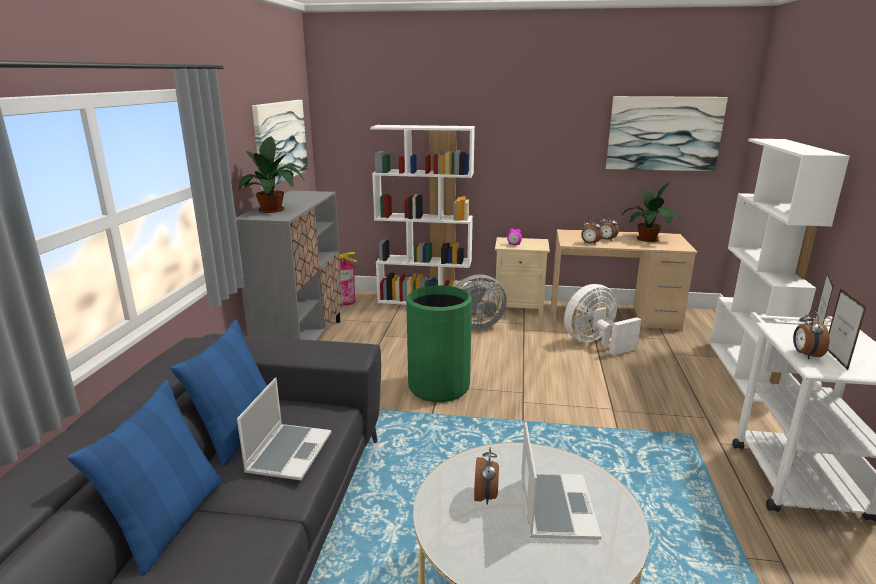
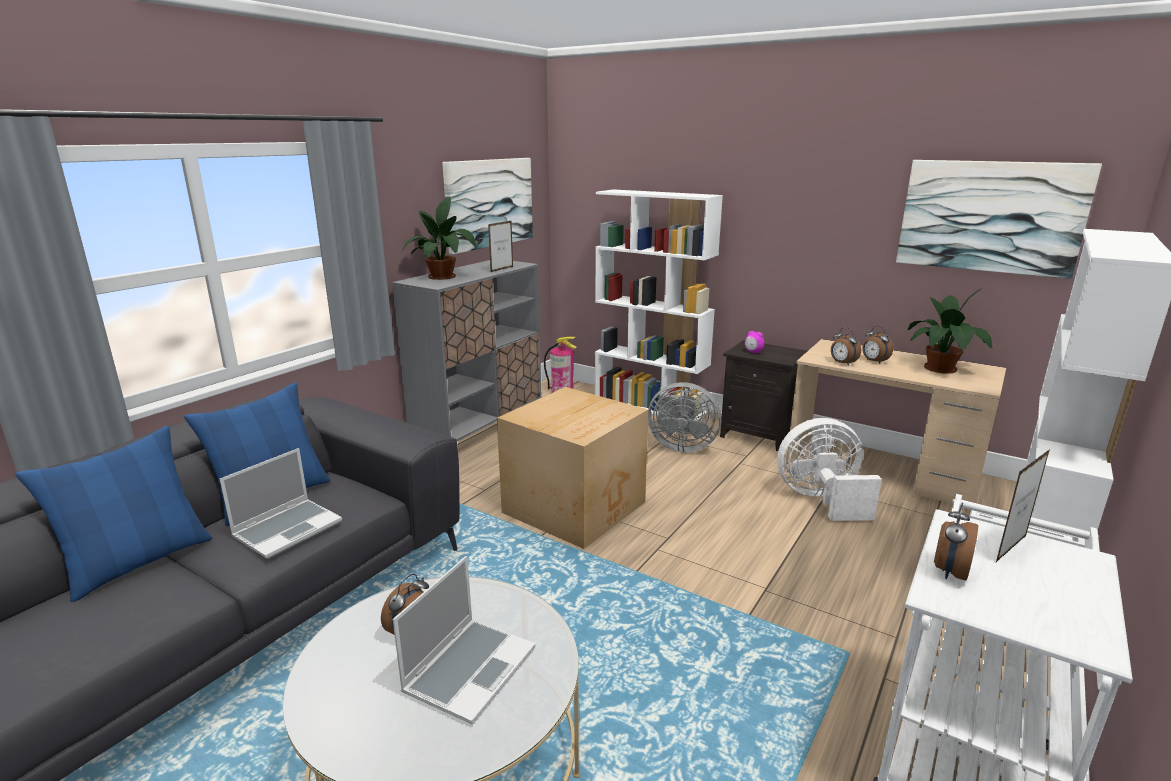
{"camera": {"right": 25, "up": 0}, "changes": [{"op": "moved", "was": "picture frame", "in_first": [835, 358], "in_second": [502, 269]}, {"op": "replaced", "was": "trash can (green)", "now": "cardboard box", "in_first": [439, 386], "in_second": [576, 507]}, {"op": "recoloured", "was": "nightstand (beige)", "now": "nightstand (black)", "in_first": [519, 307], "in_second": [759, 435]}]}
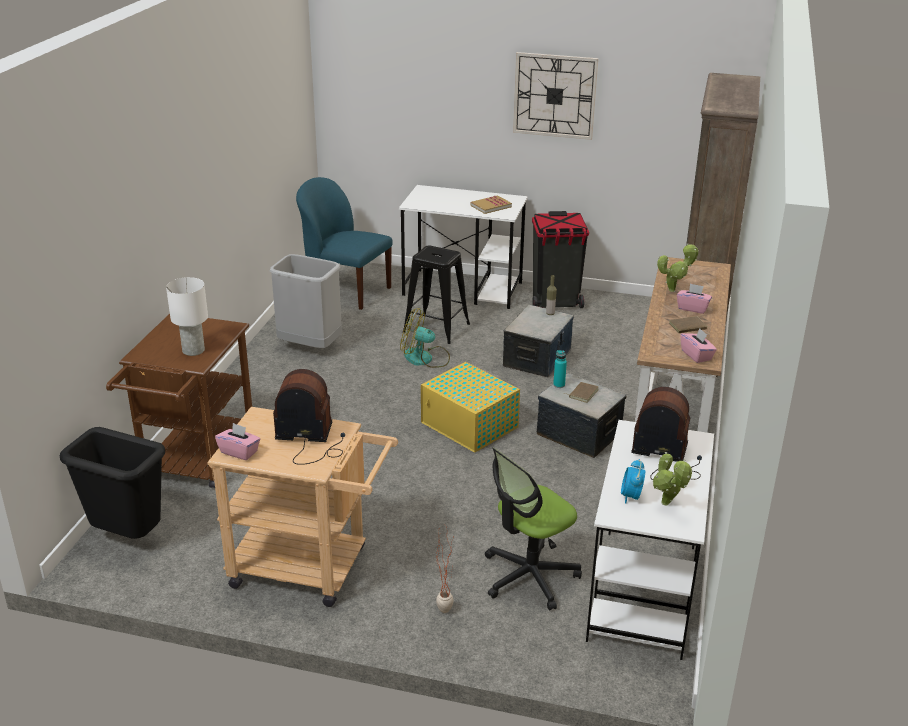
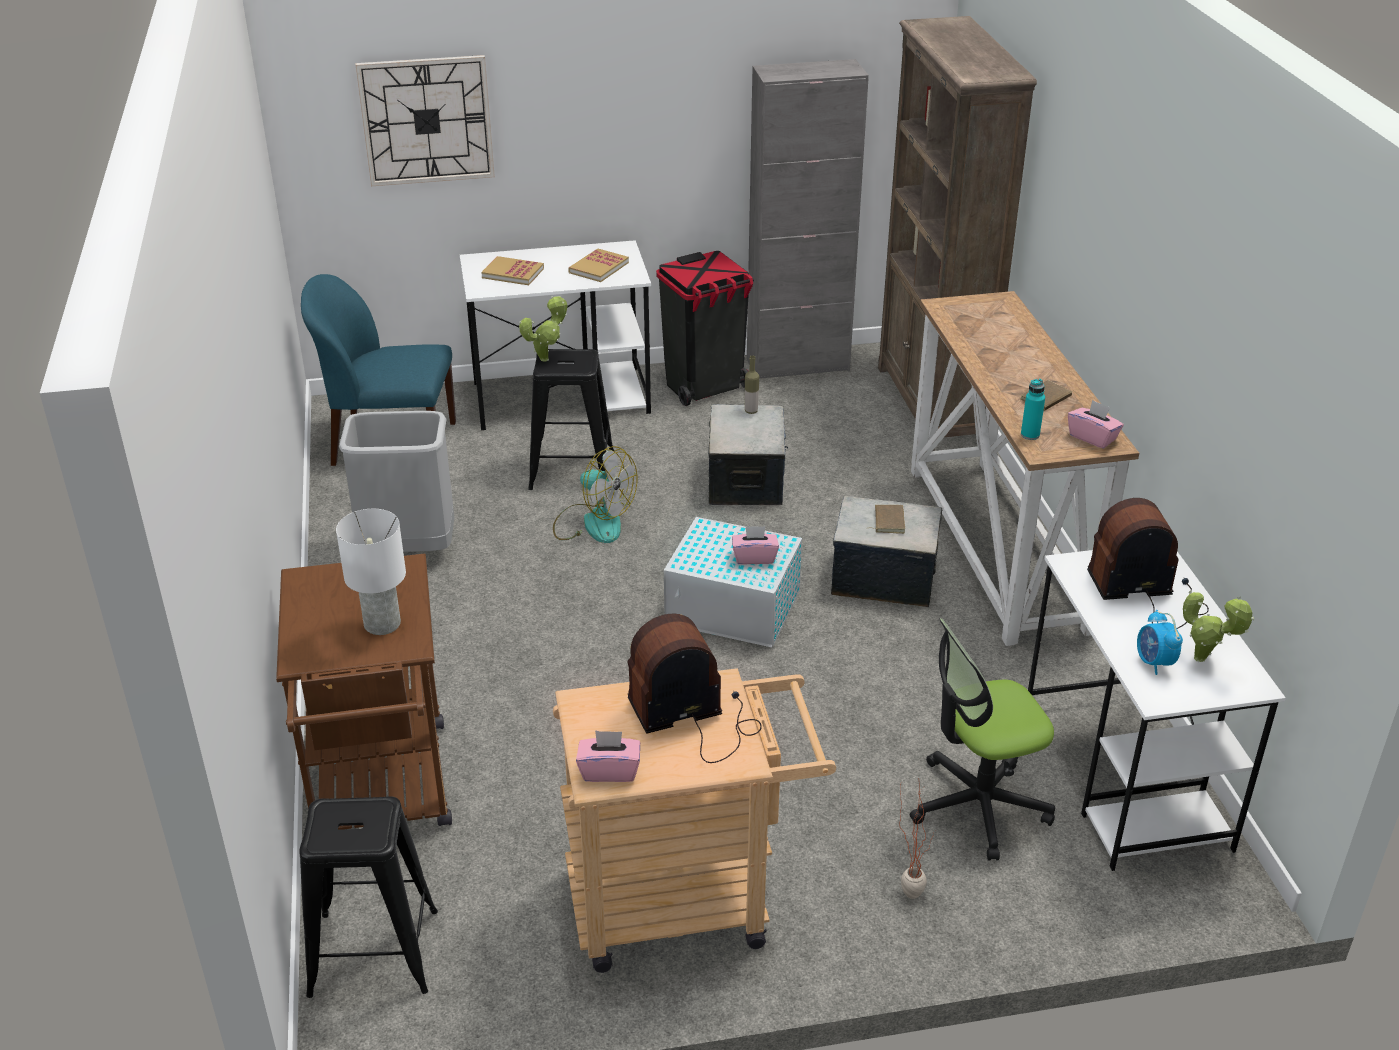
{"camera": {"right": -25, "up": 5}, "changes": [{"op": "added", "now": "book", "in_second": [513, 273]}, {"op": "added", "now": "cabinet (grey)", "in_second": [798, 365]}, {"op": "moved", "was": "wall clock", "in_first": [555, 95], "in_second": [426, 120]}, {"op": "moved", "was": "bottle (turquoise)", "in_first": [559, 385], "in_second": [1030, 435]}, {"op": "moved", "was": "potted plant", "in_first": [674, 290], "in_second": [547, 358]}, {"op": "moved", "was": "tissue box (pink)", "in_first": [692, 308], "in_second": [754, 557]}, {"op": "replaced", "was": "trash can (black)", "now": "stool (black)", "in_first": [127, 537], "in_second": [375, 952]}, {"op": "recoloured", "was": "storage box (yellow)", "now": "storage box (white)", "in_first": [470, 425], "in_second": [734, 608]}, {"op": "turned", "was": "fan", "in_first": [425, 358], "in_second": [593, 523], "clockwise": -135}, {"op": "turned", "was": "office chair", "in_first": [529, 576], "in_second": [978, 805], "clockwise": 45}]}
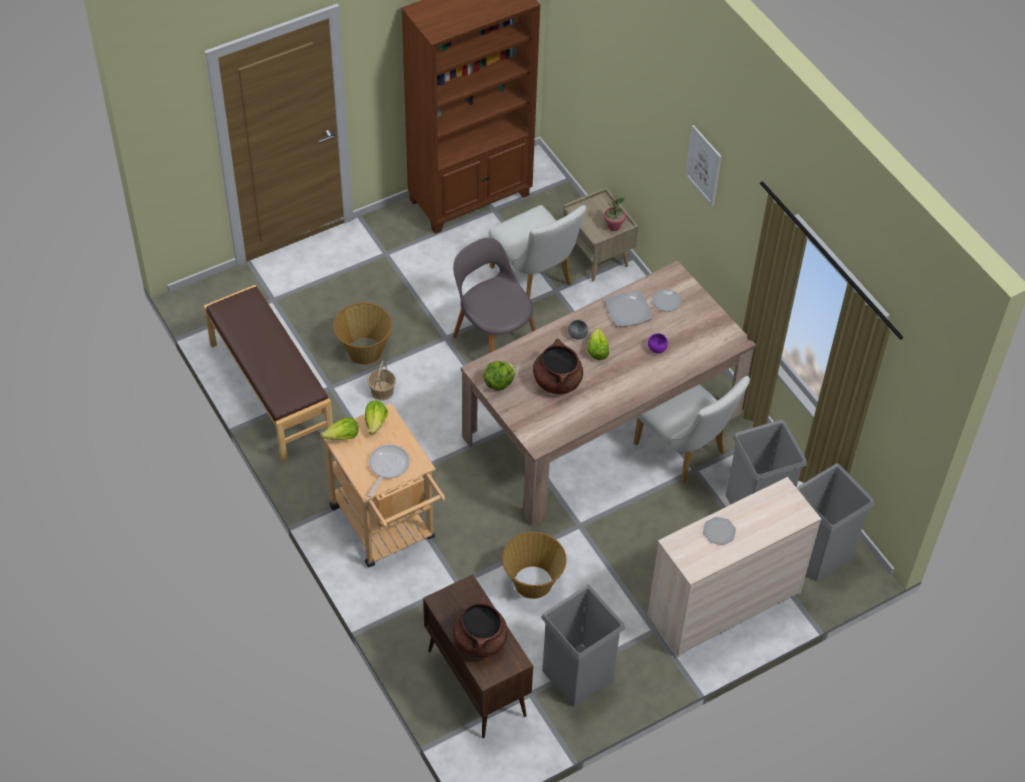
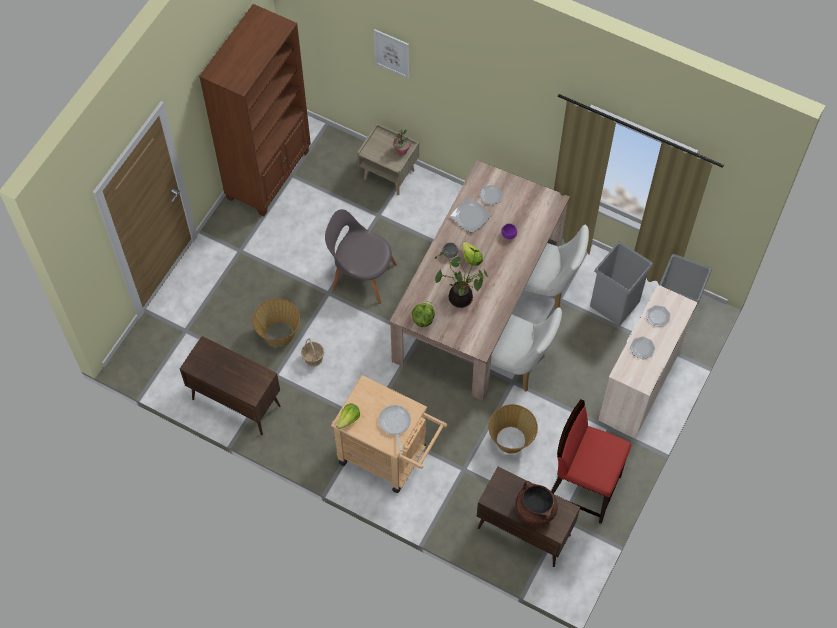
{"camera": {"right": -30, "up": 10}, "changes": [{"op": "removed", "was": "lettuce", "in_first": [376, 423]}, {"op": "added", "now": "plate", "in_second": [657, 316]}, {"op": "moved", "was": "chair (white)", "in_first": [535, 279], "in_second": [516, 365]}, {"op": "moved", "was": "picture", "in_first": [703, 165], "in_second": [392, 53]}, {"op": "replaced", "was": "bench (brown)", "now": "cabinet (brown)", "in_first": [270, 391], "in_second": [235, 402]}, {"op": "replaced", "was": "cooking pot (brown)", "now": "potted plant", "in_first": [557, 381], "in_second": [460, 296]}, {"op": "replaced", "was": "trash can (grey)", "now": "stool (red)", "in_first": [578, 674], "in_second": [583, 487]}]}
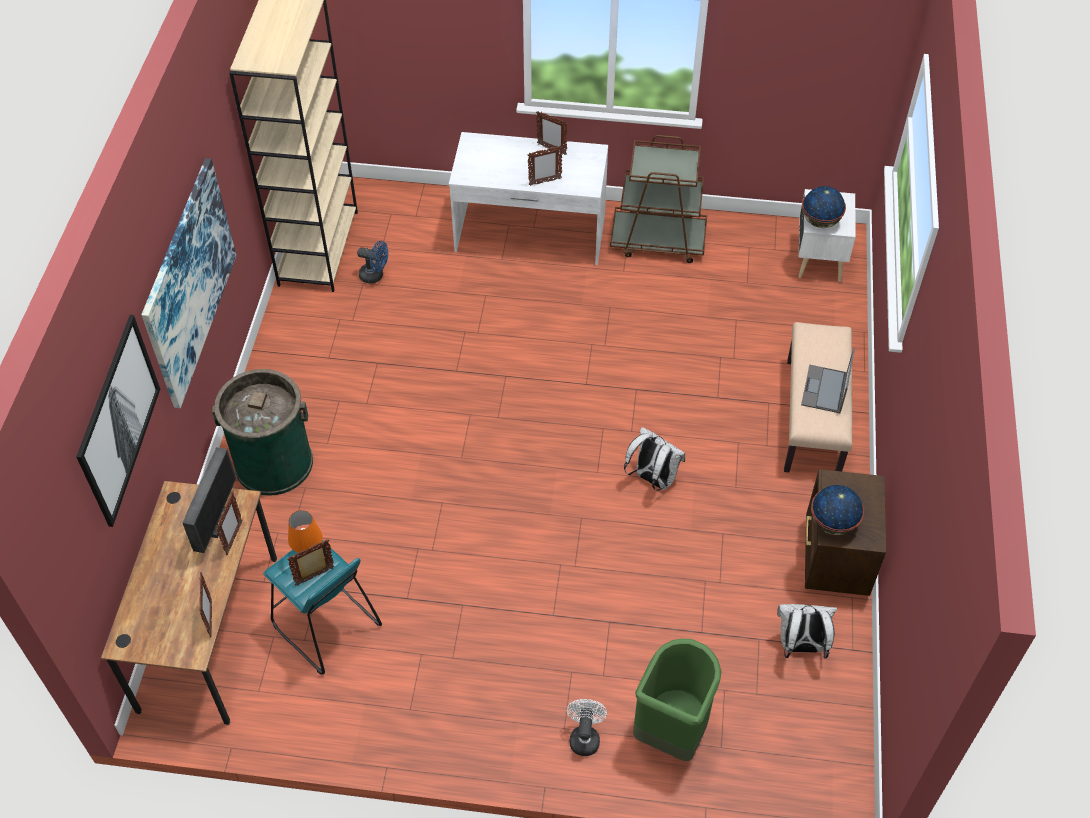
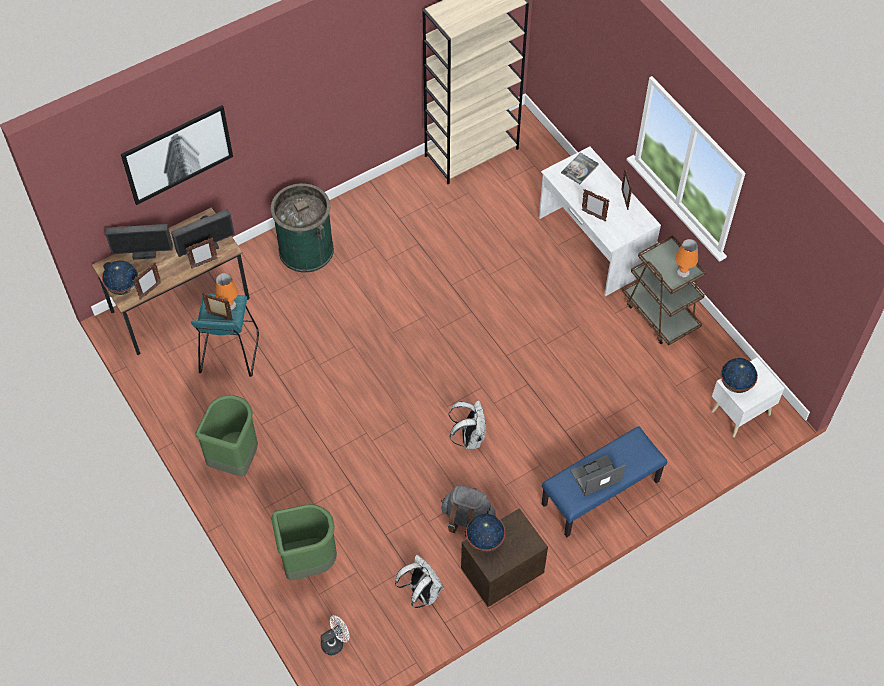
{"camera": {"right": 50, "up": 5}, "changes": [{"op": "removed", "was": "picture", "in_first": [188, 282]}, {"op": "removed", "was": "fan (blue)", "in_first": [375, 276]}, {"op": "added", "now": "globe", "in_second": [123, 287]}, {"op": "added", "now": "monitor", "in_second": [144, 255]}, {"op": "added", "now": "trash can (green)", "in_second": [235, 459]}, {"op": "added", "now": "backpack (grey)", "in_second": [467, 518]}, {"op": "added", "now": "book", "in_second": [580, 169]}, {"op": "added", "now": "table lamp (orange)", "in_second": [683, 272]}, {"op": "moved", "was": "fan (white)", "in_first": [584, 736], "in_second": [335, 642]}, {"op": "recoloured", "was": "bench (beige)", "now": "bench (blue)", "in_first": [813, 418], "in_second": [600, 493]}]}
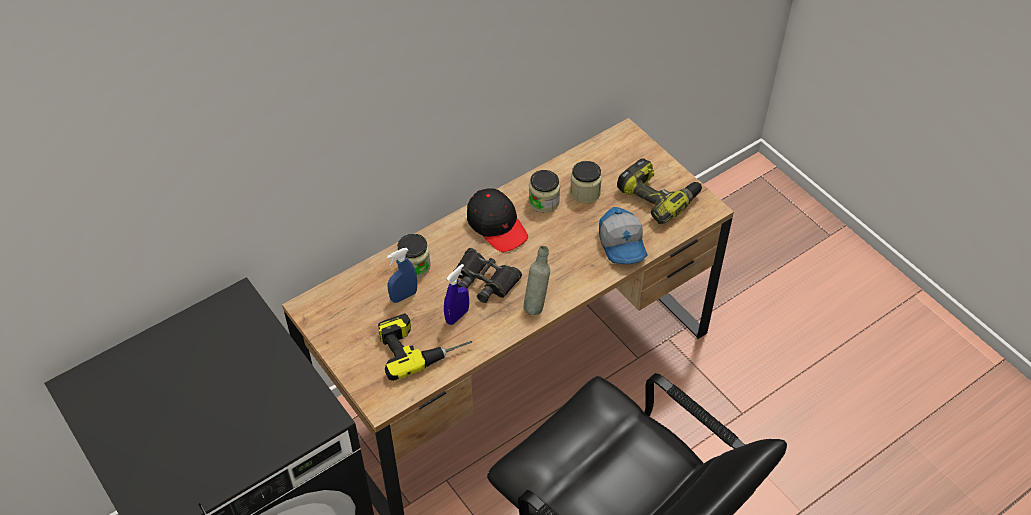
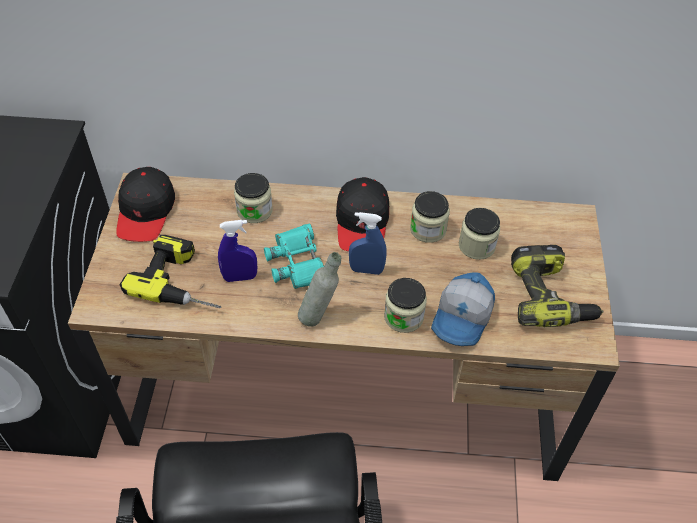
{"camera": {"right": 40, "up": 0}, "changes": [{"op": "added", "now": "cap (black)", "in_second": [146, 212]}, {"op": "added", "now": "jar", "in_second": [403, 317]}, {"op": "moved", "was": "spray bottle (blue)", "in_first": [403, 296], "in_second": [366, 270]}, {"op": "recoloured", "was": "binoculars (black)", "now": "binoculars (turquoise)", "in_first": [484, 280], "in_second": [298, 262]}]}
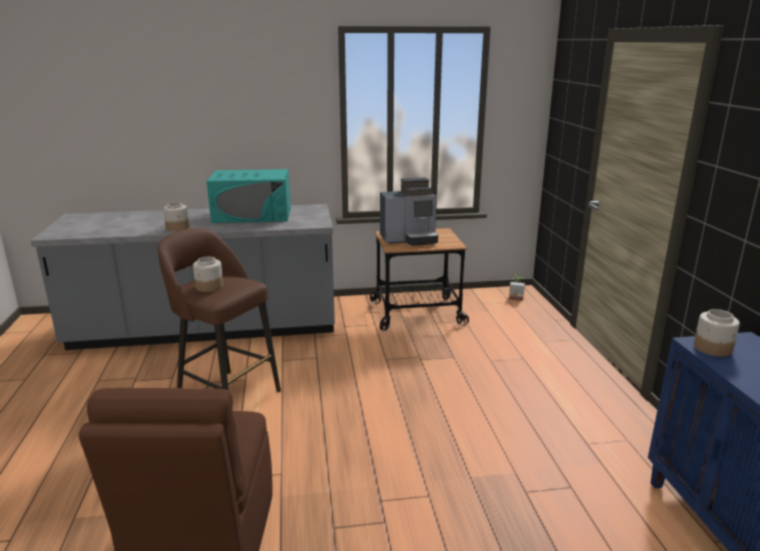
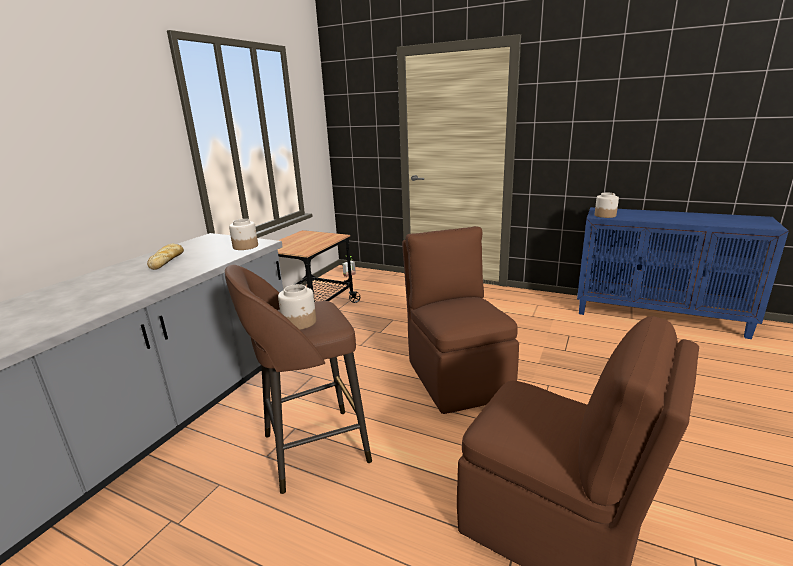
{"camera": {"right": -55, "up": 0}, "changes": [{"op": "removed", "was": "coffee machine", "in_first": [410, 239]}, {"op": "added", "now": "chair (brown)", "in_second": [457, 377]}, {"op": "moved", "was": "jar", "in_first": [177, 227], "in_second": [246, 246]}, {"op": "replaced", "was": "microwave (turquoise)", "now": "bread", "in_first": [252, 215], "in_second": [167, 260]}]}
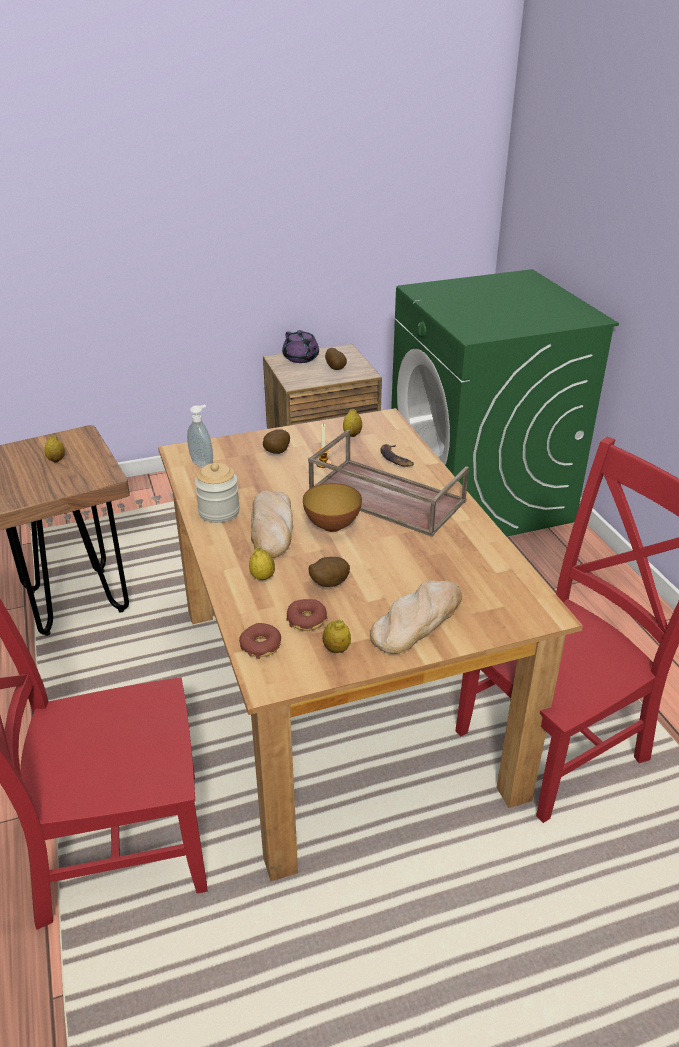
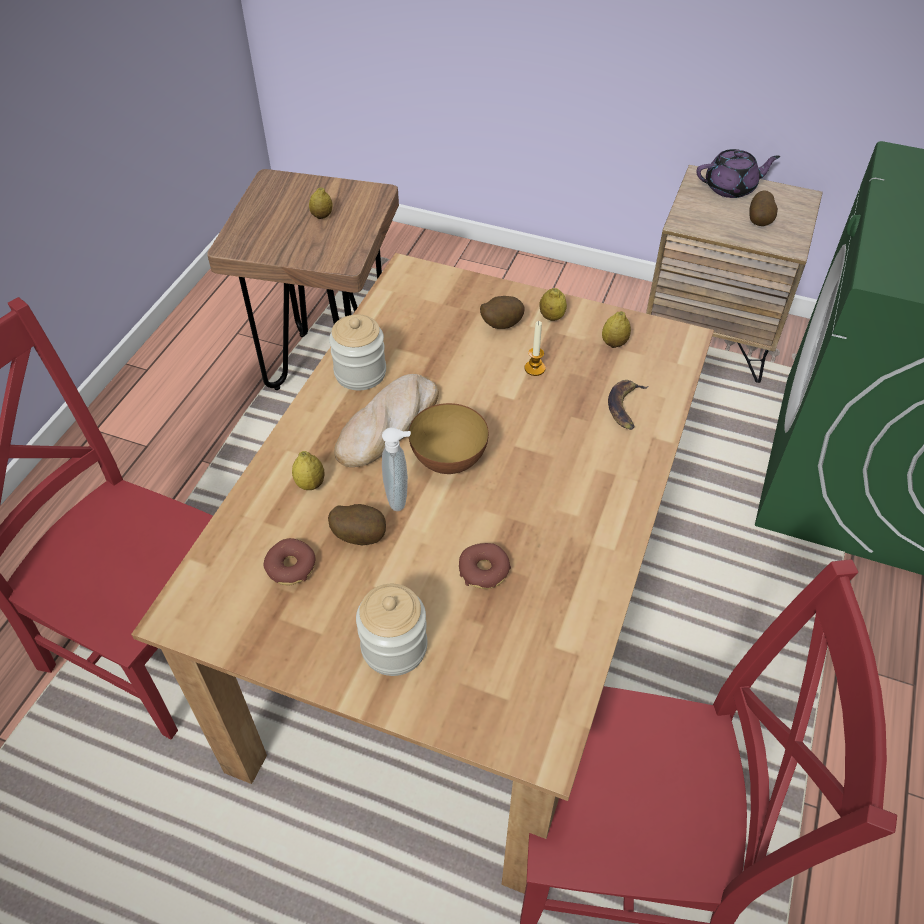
{"camera": {"right": 40, "up": 15}, "changes": [{"op": "removed", "was": "tray (brown)", "in_first": [384, 497]}, {"op": "moved", "was": "soap dispenser", "in_first": [203, 463], "in_second": [399, 497]}, {"op": "moved", "was": "donut", "in_first": [261, 645], "in_second": [484, 570]}, {"op": "moved", "was": "lemon", "in_first": [336, 649], "in_second": [551, 317]}, {"op": "replaced", "was": "bread", "now": "jar", "in_first": [417, 620], "in_second": [394, 647]}, {"op": "turned", "was": "teapot (purple)", "in_first": [301, 358], "in_second": [731, 188], "clockwise": -105}]}
